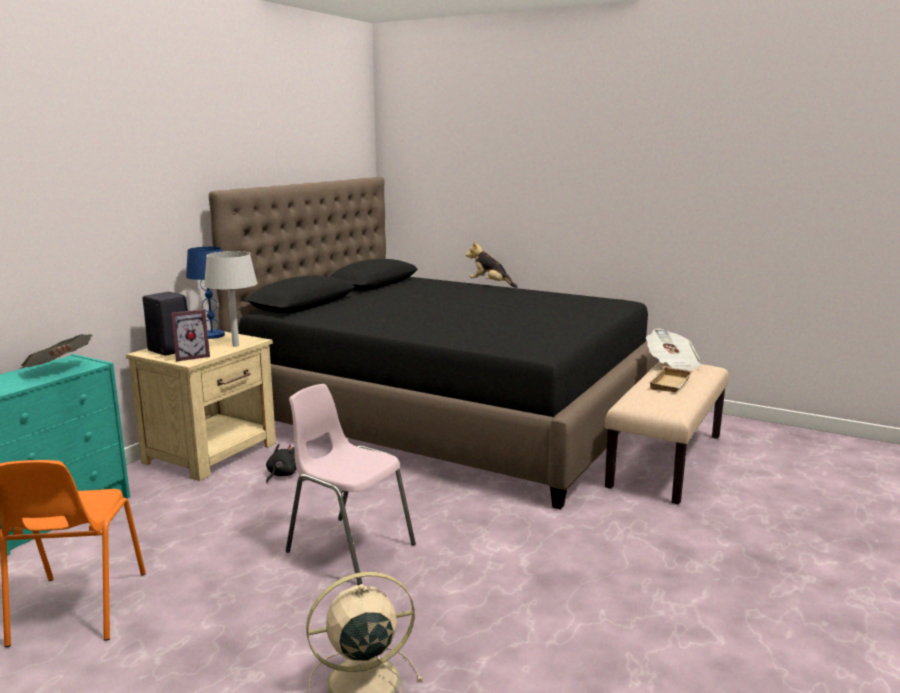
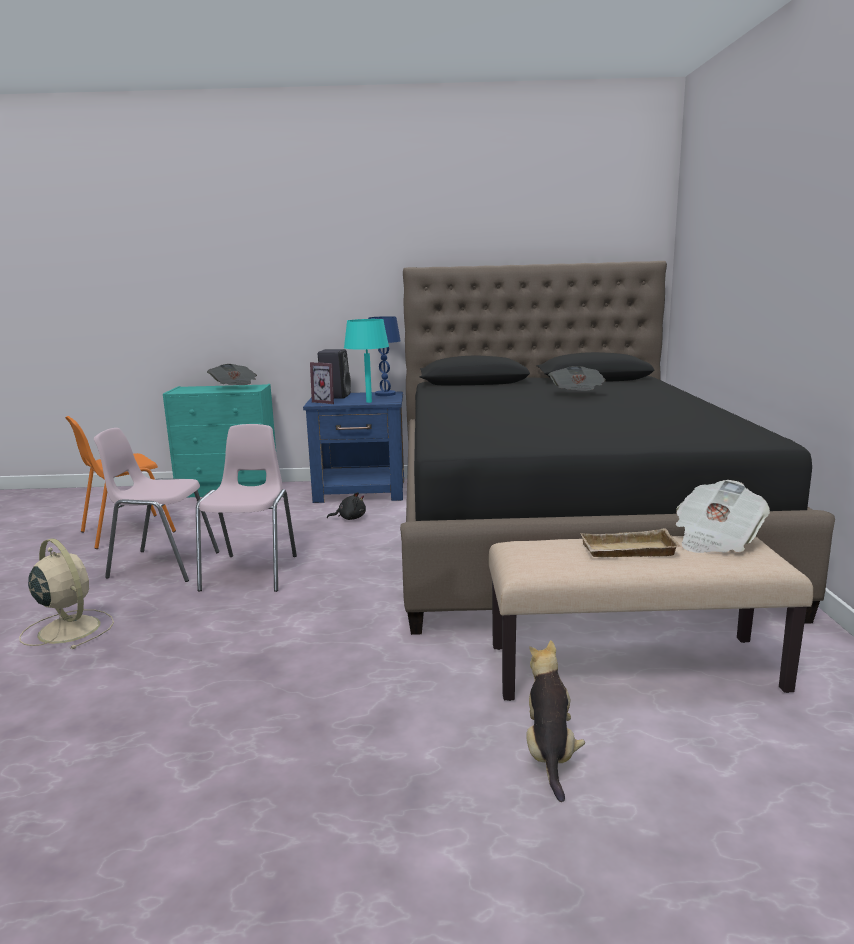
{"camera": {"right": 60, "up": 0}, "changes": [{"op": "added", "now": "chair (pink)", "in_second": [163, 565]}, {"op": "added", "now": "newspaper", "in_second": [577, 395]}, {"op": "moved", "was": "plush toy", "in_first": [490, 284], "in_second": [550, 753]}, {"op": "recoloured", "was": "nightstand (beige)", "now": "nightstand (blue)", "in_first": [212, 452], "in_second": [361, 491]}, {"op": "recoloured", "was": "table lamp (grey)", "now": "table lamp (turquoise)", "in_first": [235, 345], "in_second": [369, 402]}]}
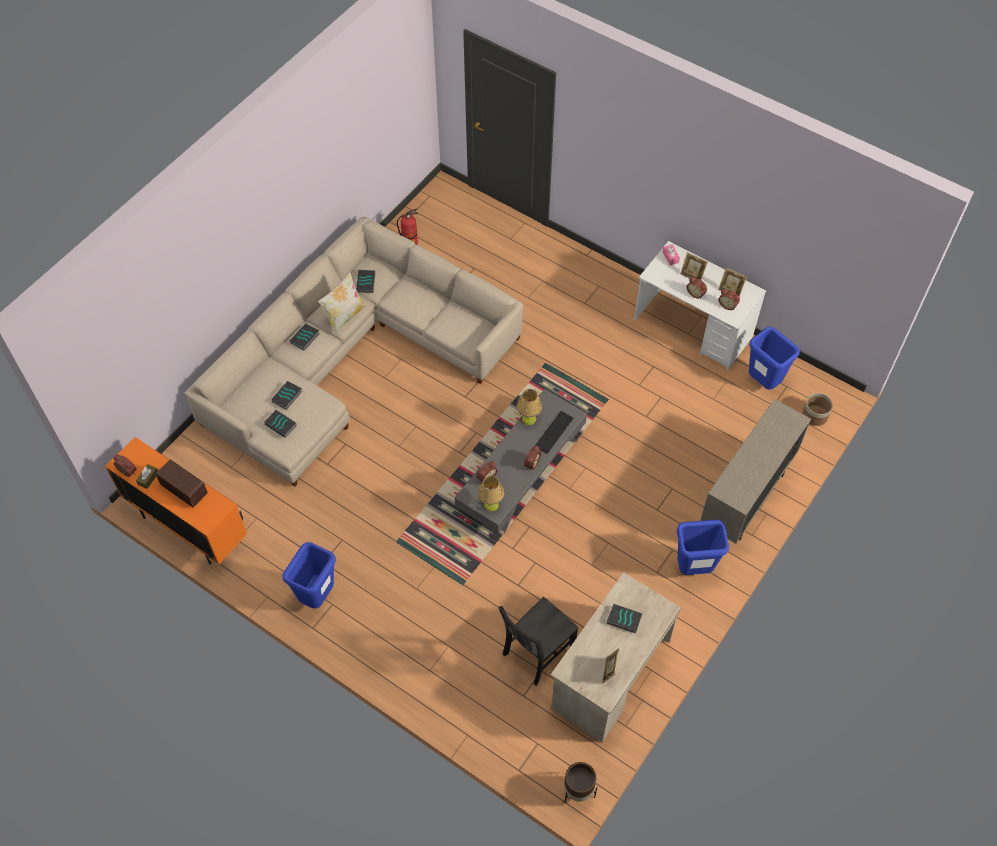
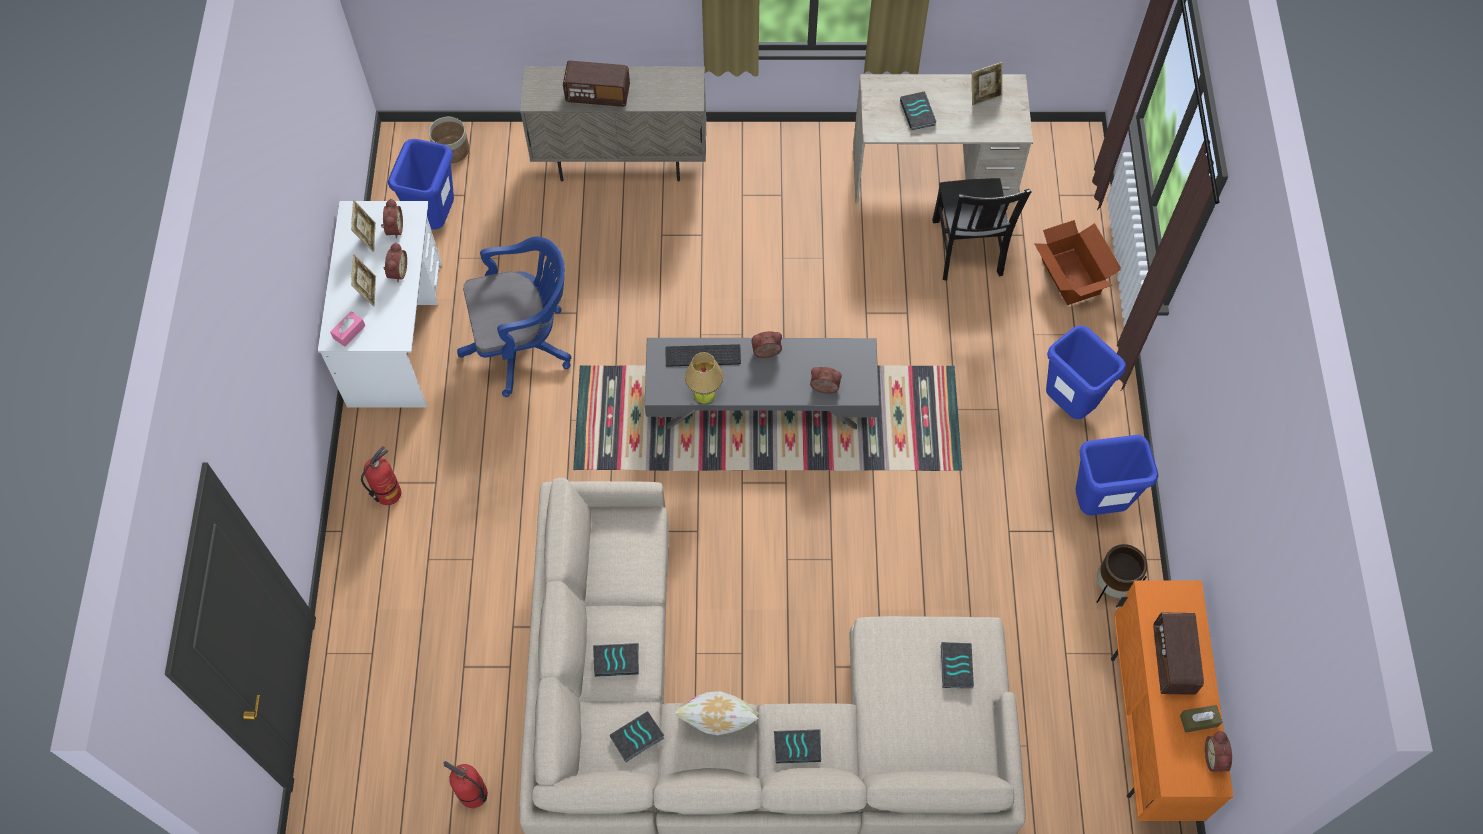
{"camera": {"right": -125, "up": 5}, "changes": [{"op": "removed", "was": "table lamp", "in_first": [491, 504]}, {"op": "added", "now": "fire extinguisher", "in_second": [388, 493]}, {"op": "added", "now": "office chair (blue)", "in_second": [524, 345]}, {"op": "added", "now": "radio", "in_second": [598, 95]}, {"op": "added", "now": "cardboard box", "in_second": [1070, 277]}, {"op": "moved", "was": "book", "in_first": [287, 397], "in_second": [617, 660]}, {"op": "moved", "was": "planter (brown)", "in_first": [577, 791], "in_second": [1112, 587]}, {"op": "moved", "was": "trash can (blue)", "in_first": [693, 568], "in_second": [1069, 406]}, {"op": "turned", "was": "chair (black)", "in_first": [537, 652], "in_second": [967, 250], "clockwise": 75}]}
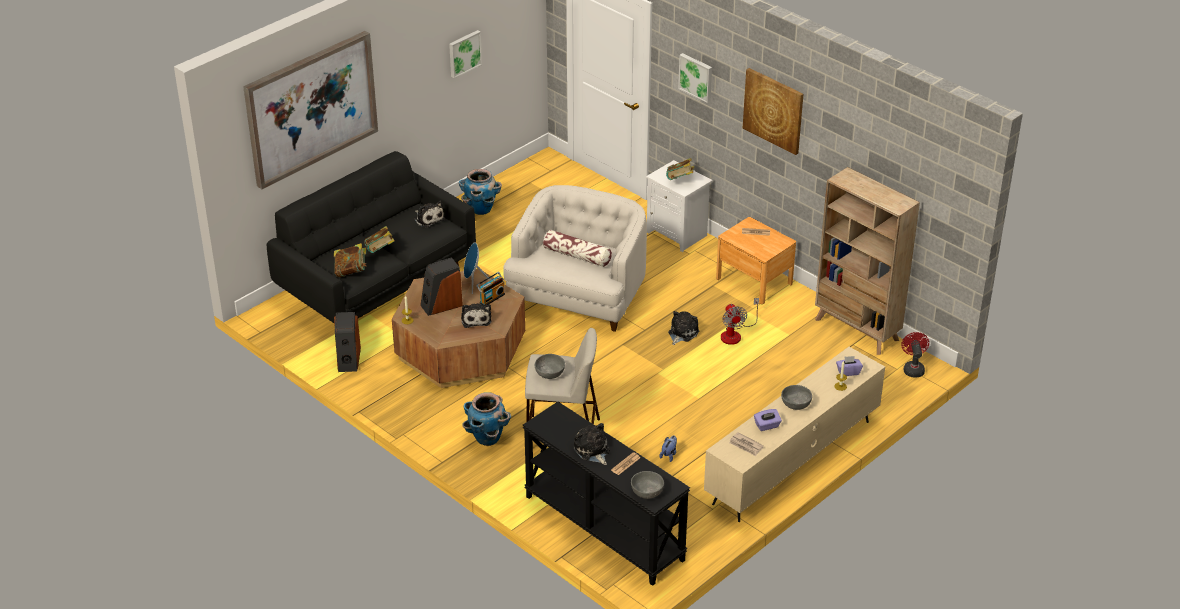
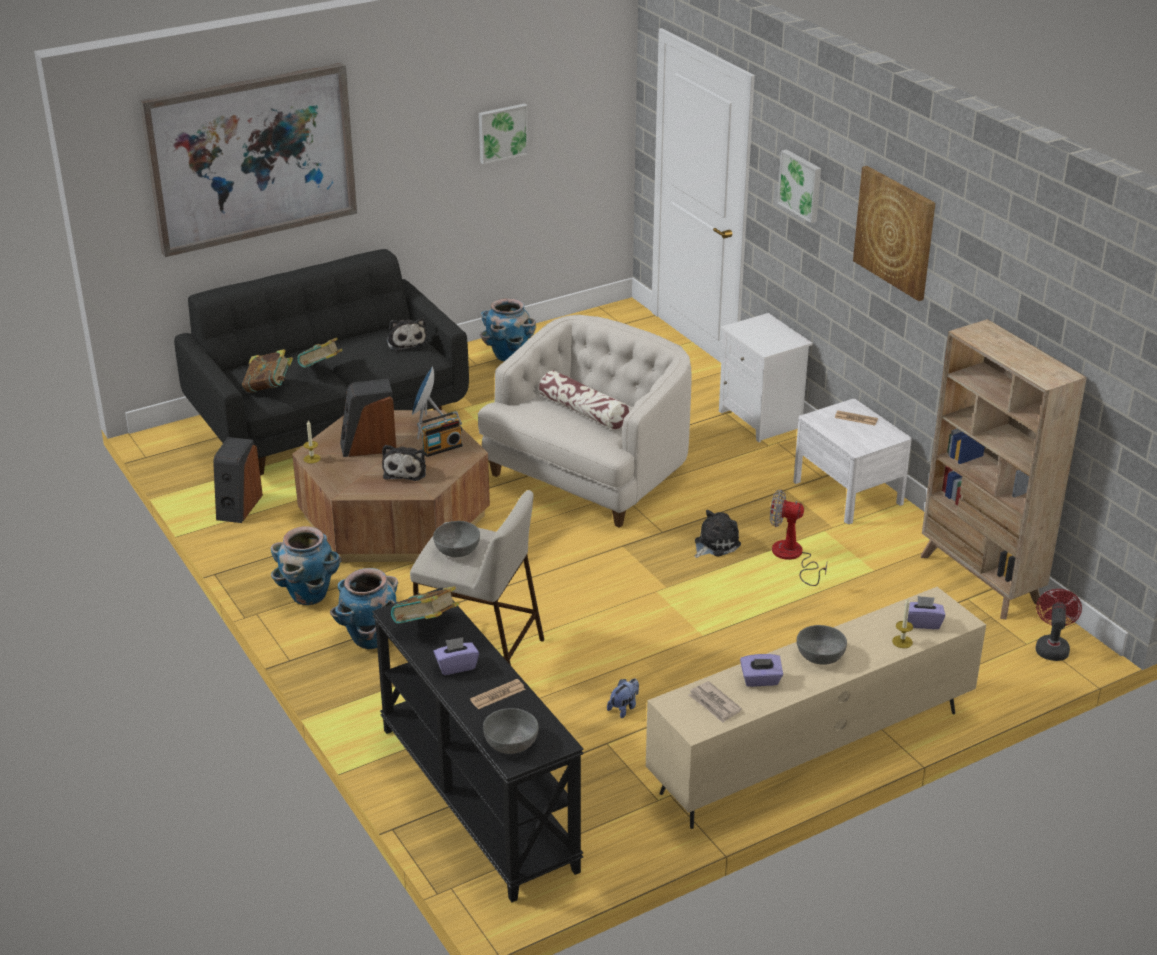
{"camera": {"right": 15, "up": -5}, "changes": [{"op": "added", "now": "planter", "in_second": [309, 595]}, {"op": "moved", "was": "book", "in_first": [680, 180], "in_second": [426, 626]}, {"op": "replaced", "was": "plush toy", "now": "tissue box (purple)", "in_first": [592, 451], "in_second": [456, 666]}, {"op": "recoloured", "was": "nightstand (brown)", "now": "nightstand (white)", "in_first": [754, 281], "in_second": [847, 492]}, {"op": "turned", "was": "fan", "in_first": [735, 334], "in_second": [792, 557], "clockwise": 105}]}
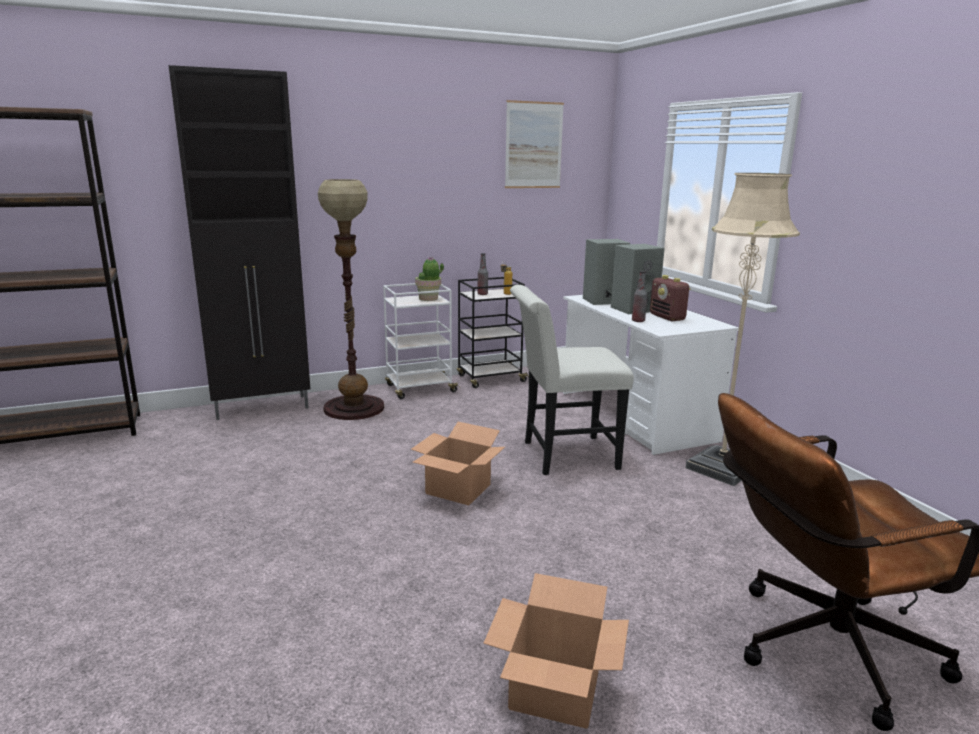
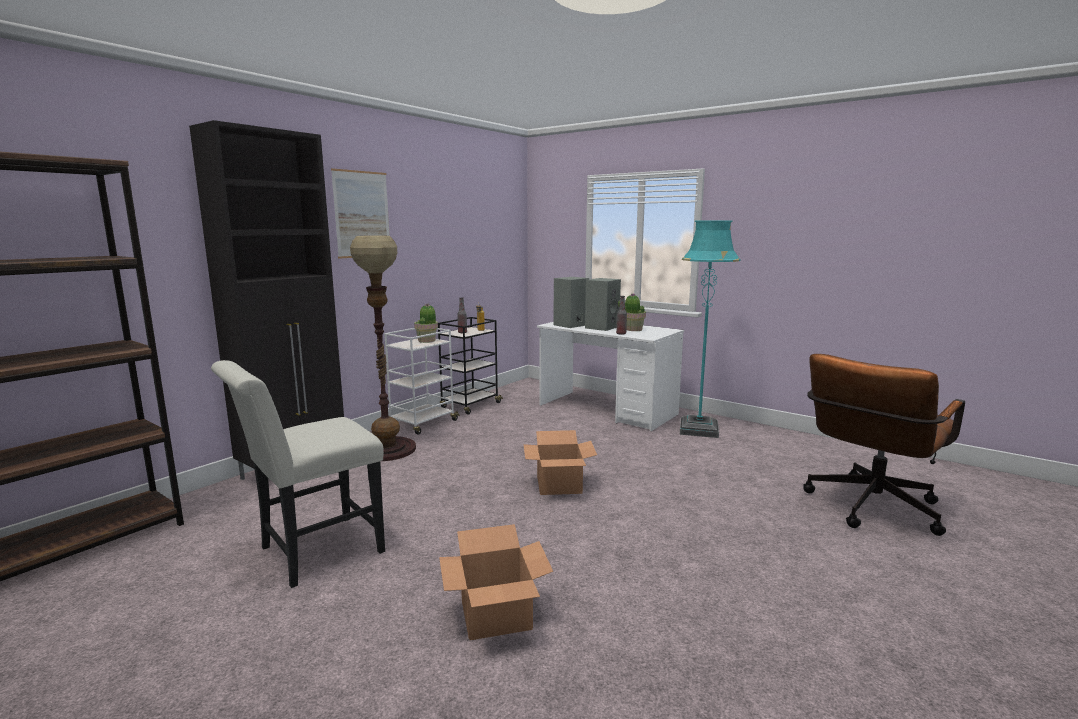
{"camera": {"right": -30, "up": -5}, "changes": [{"op": "moved", "was": "cardboard box", "in_first": [556, 690], "in_second": [497, 614]}, {"op": "moved", "was": "picture", "in_first": [533, 145], "in_second": [362, 214]}, {"op": "moved", "was": "chair (white)", "in_first": [562, 455], "in_second": [313, 553]}, {"op": "replaced", "was": "radio", "now": "potted plant", "in_first": [667, 317], "in_second": [633, 329]}, {"op": "recoloured", "was": "floor lamp (beige)", "now": "floor lamp (turquoise)", "in_first": [721, 468], "in_second": [698, 429]}]}
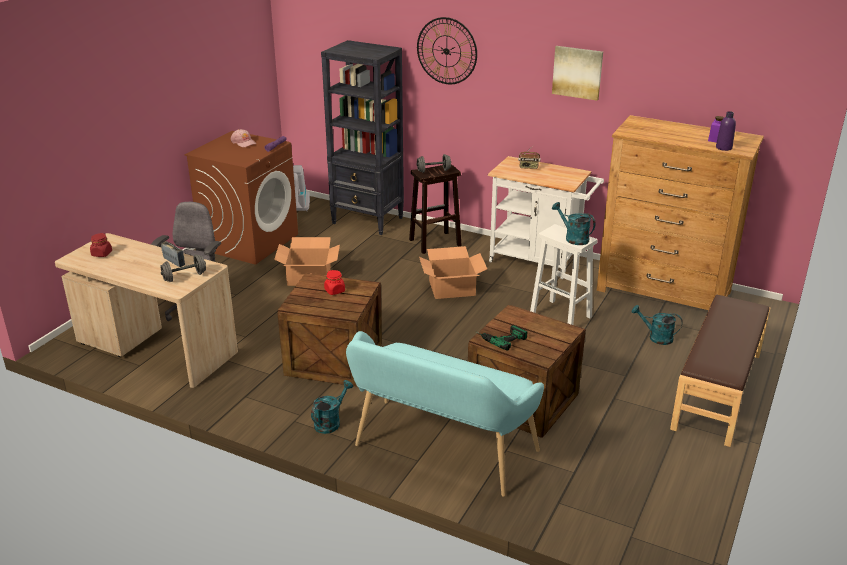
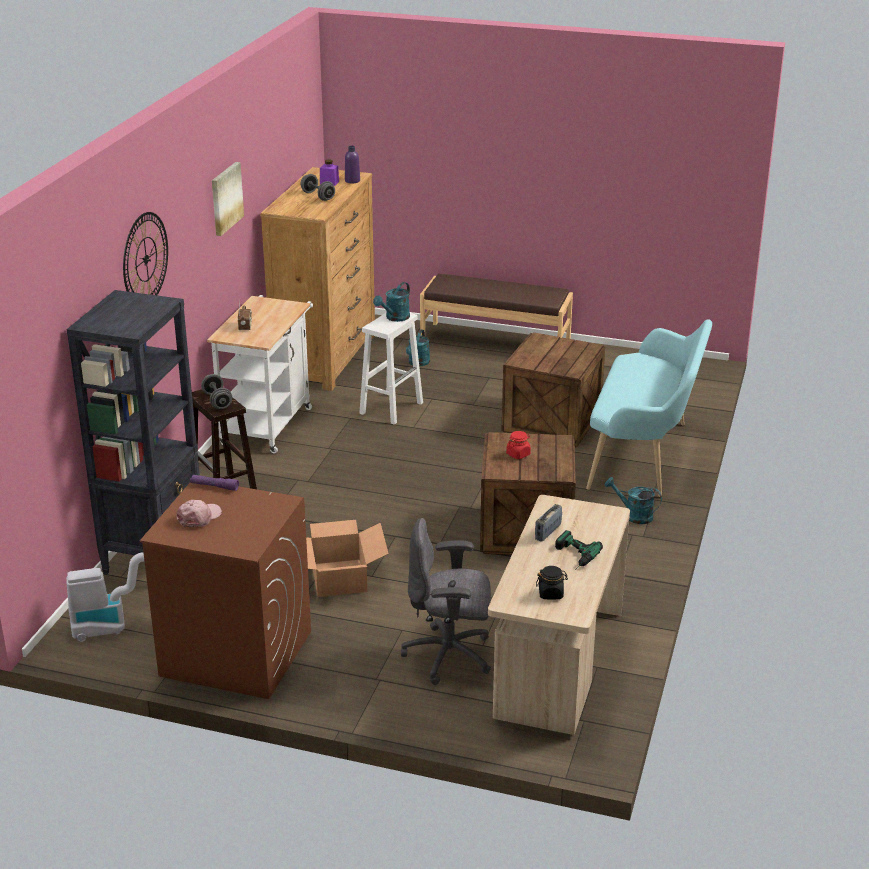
{"camera": {"right": -100, "up": 0}, "changes": [{"op": "removed", "was": "cardboard box", "in_first": [451, 288]}, {"op": "moved", "was": "dumbbell (grey)", "in_first": [184, 277], "in_second": [318, 196]}, {"op": "moved", "was": "power drill", "in_first": [500, 337], "in_second": [572, 556]}, {"op": "recoloured", "was": "jar (red)", "now": "jar (black)", "in_first": [102, 254], "in_second": [551, 593]}]}
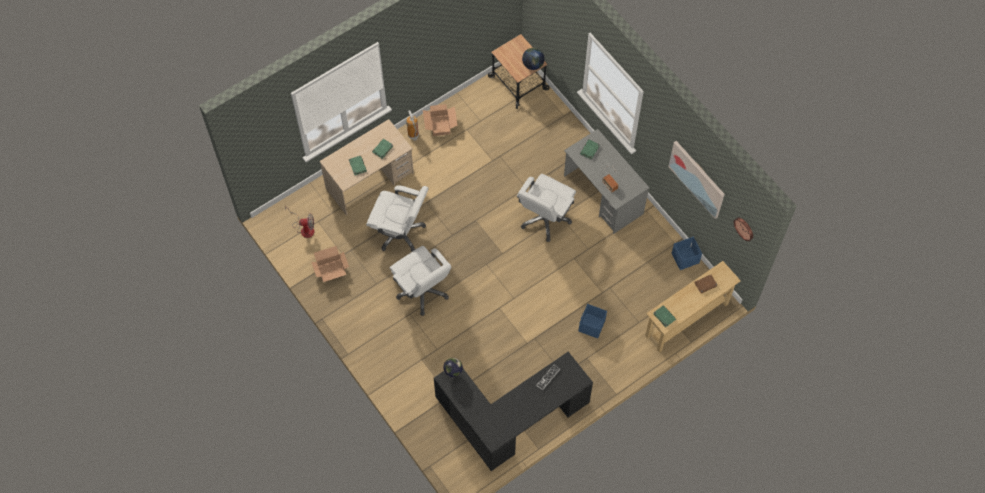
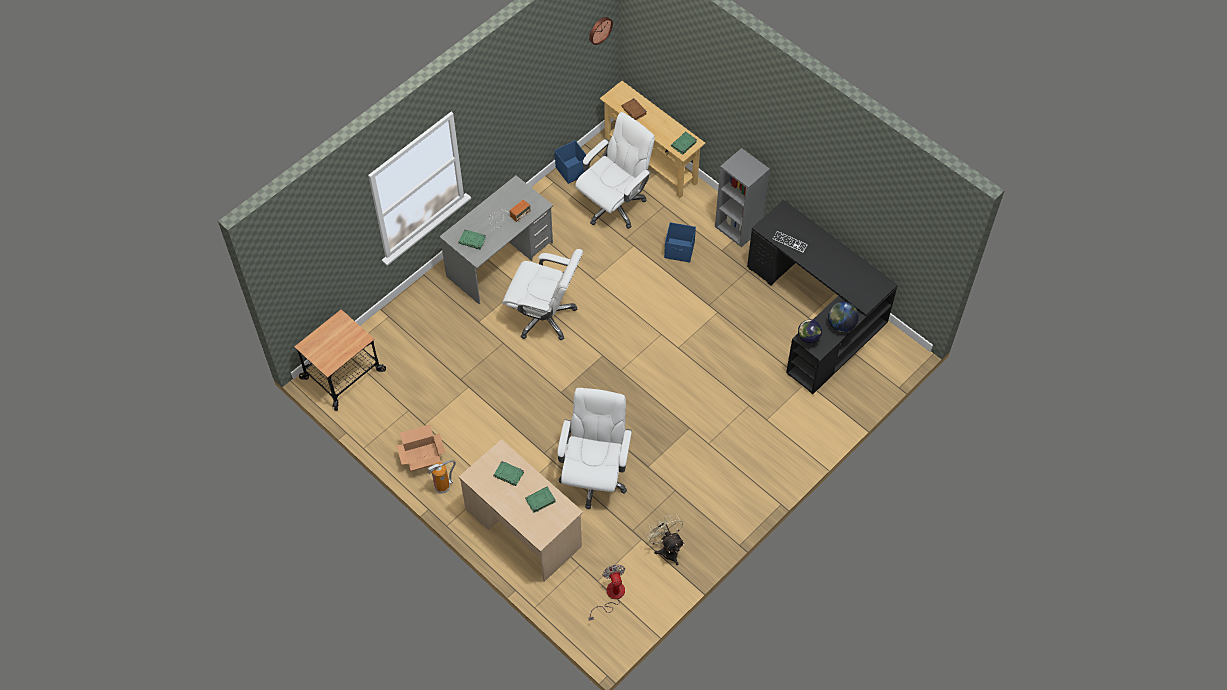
{"camera": {"right": -100, "up": -5}, "changes": [{"op": "removed", "was": "picture", "in_first": [697, 178]}, {"op": "added", "now": "bookcase (grey)", "in_second": [738, 228]}, {"op": "moved", "was": "office chair (white)", "in_first": [423, 291], "in_second": [614, 204]}, {"op": "moved", "was": "globe", "in_first": [533, 64], "in_second": [841, 324]}, {"op": "replaced", "was": "cardboard box", "now": "fan (beige)", "in_first": [331, 270], "in_second": [667, 549]}]}
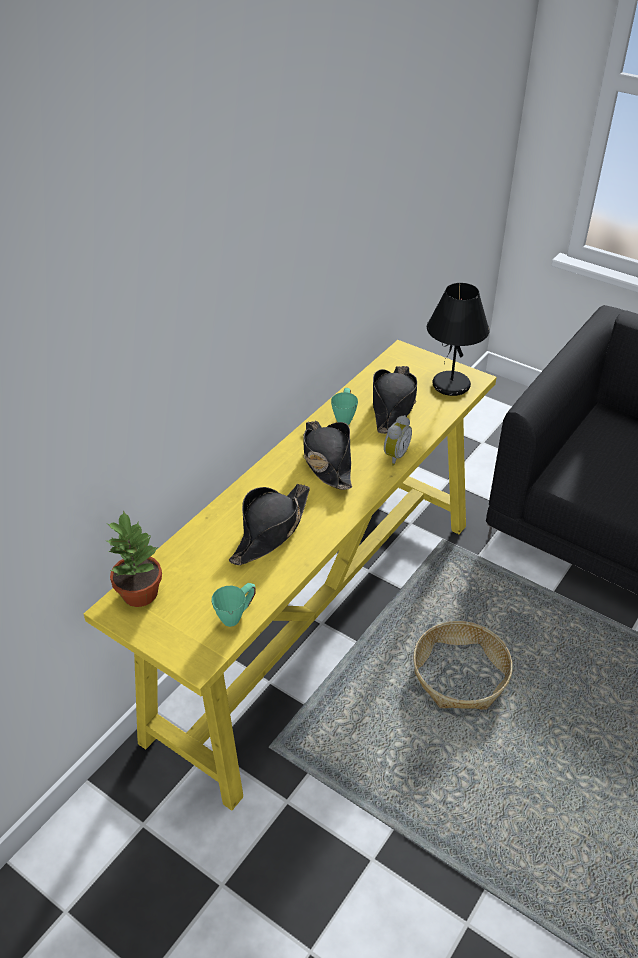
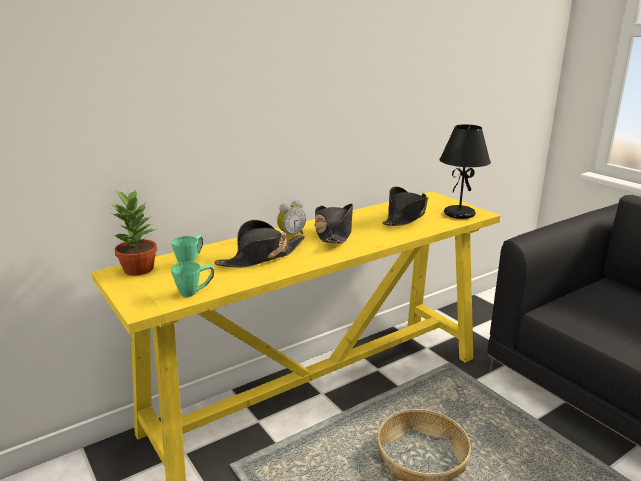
{"camera": {"right": 20, "up": -20}, "changes": [{"op": "moved", "was": "mug (green)", "in_first": [344, 417], "in_second": [190, 262]}, {"op": "moved", "was": "alarm clock", "in_first": [394, 455], "in_second": [290, 235]}]}
